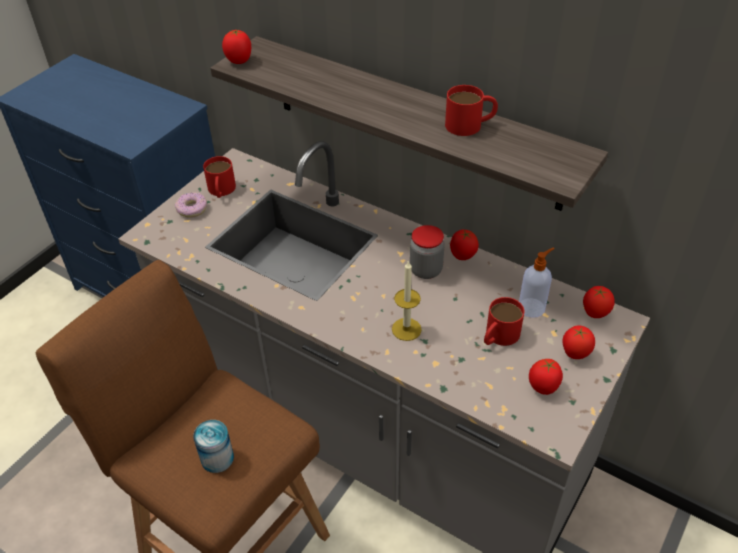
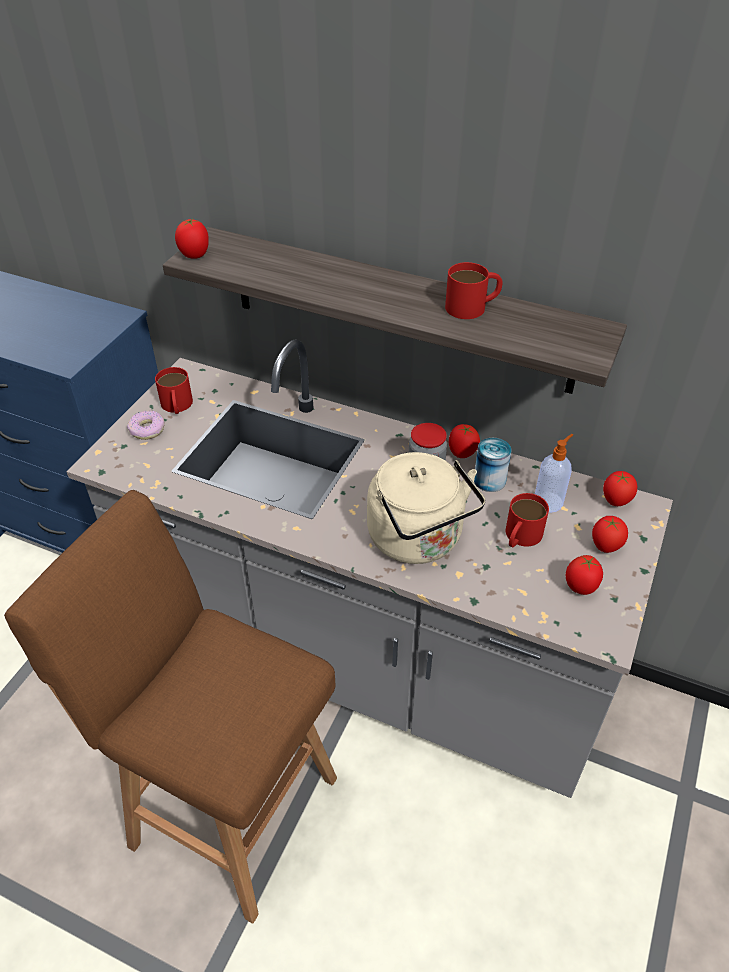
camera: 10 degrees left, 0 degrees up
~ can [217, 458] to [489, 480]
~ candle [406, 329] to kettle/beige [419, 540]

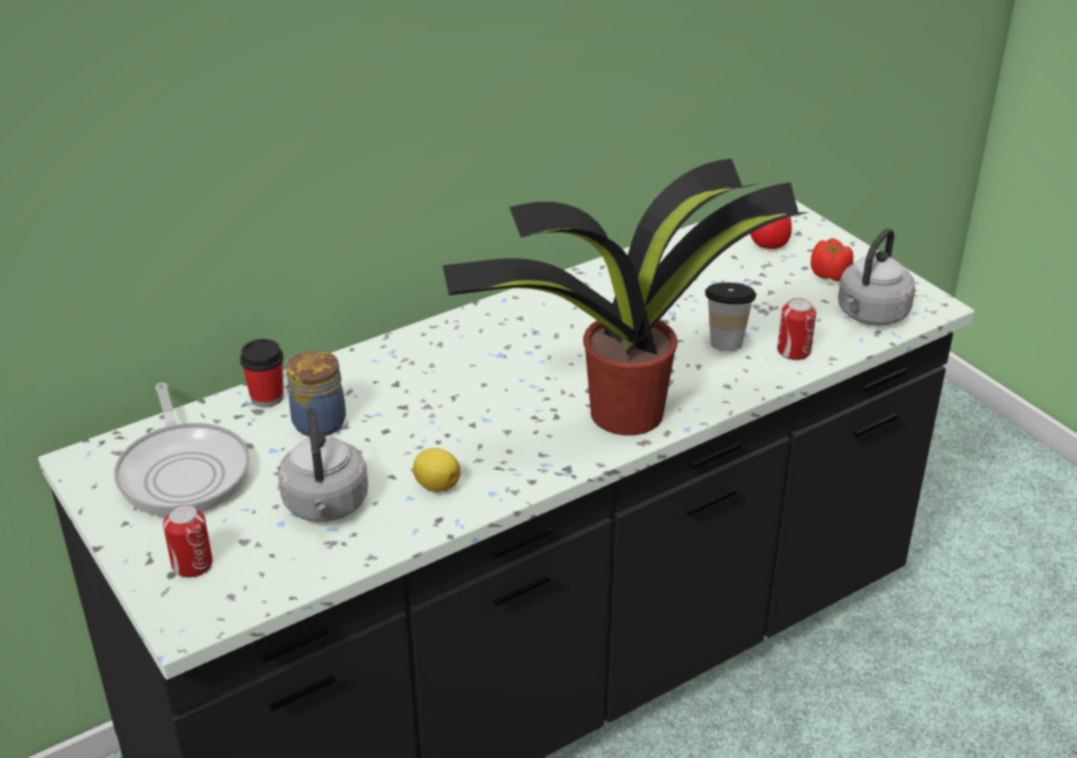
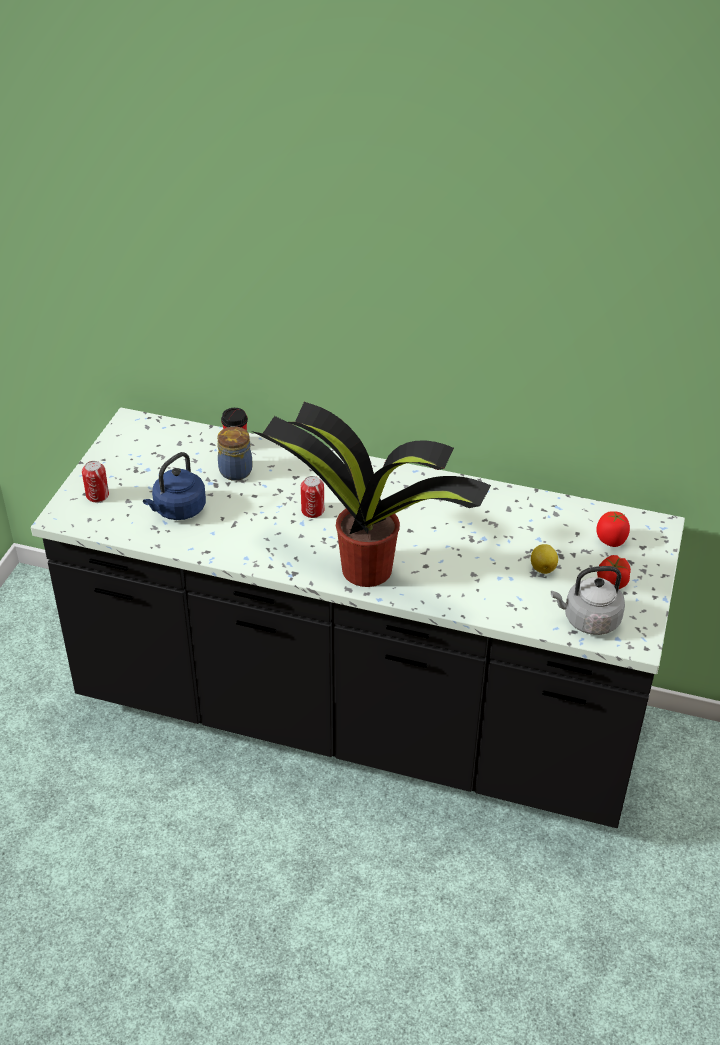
camera: 50 degrees right, 5 degrees up
- frying pan [184, 471]
- cup [726, 341]
~ lemon [436, 485] to [543, 568]
~ can [793, 351] to [312, 511]
~ kettle/grey [326, 506] to kettle/blue [178, 510]

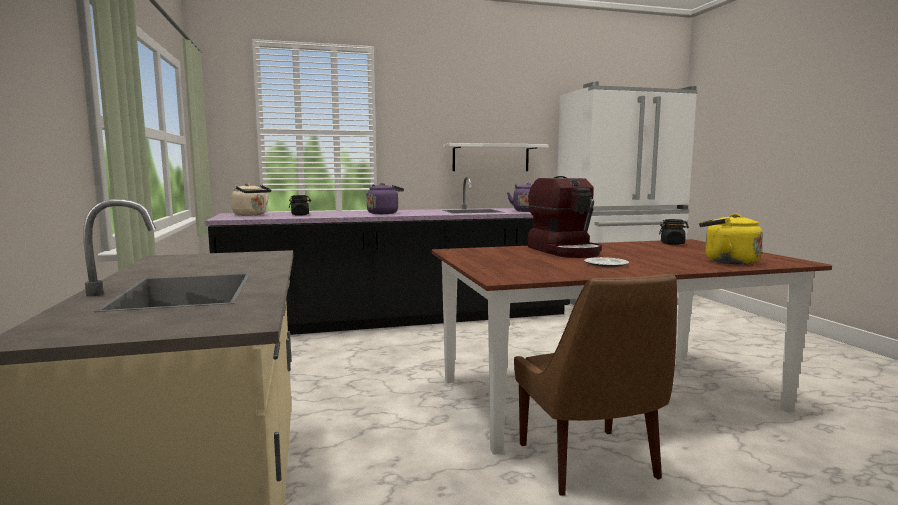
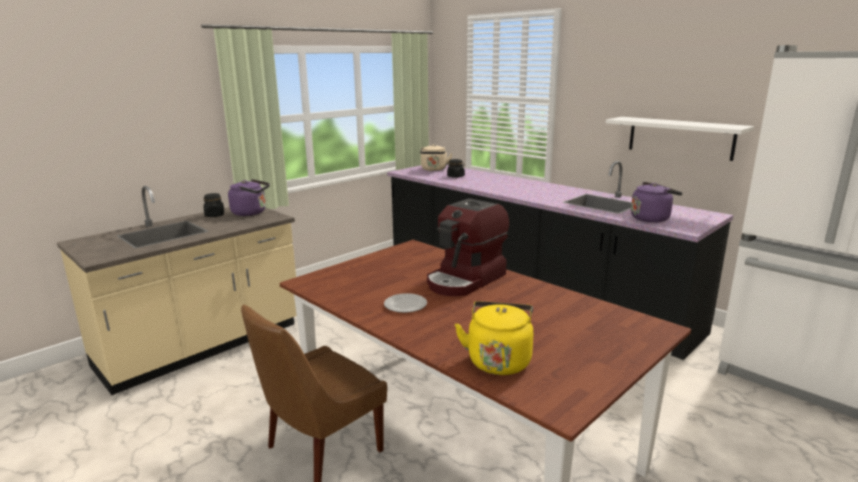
camera: 60 degrees right, 10 degrees up
~ kettle/purple [384, 213] to [251, 213]
~ jar/black [672, 244] to [215, 215]

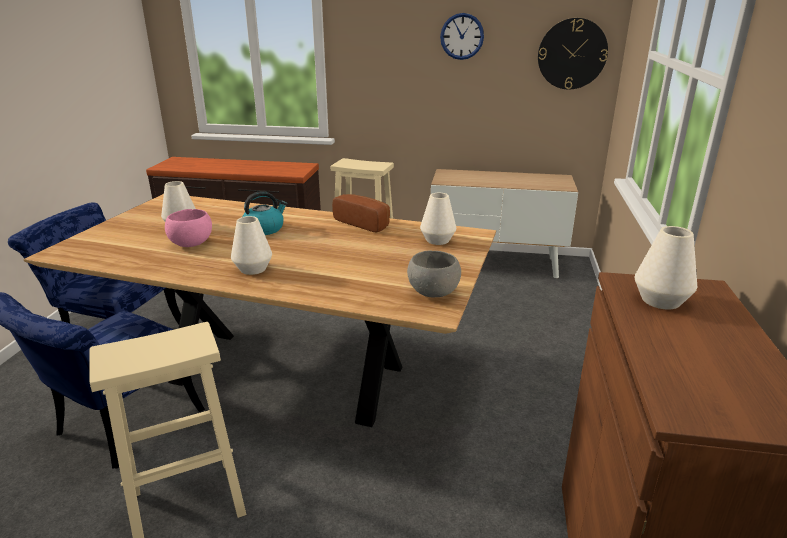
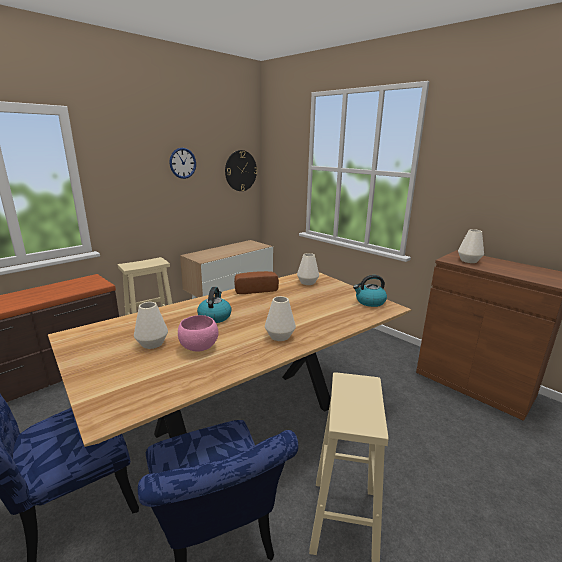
camera: 55 degrees left, 5 degrees down
~ bowl/grey [433, 293] to kettle [370, 302]

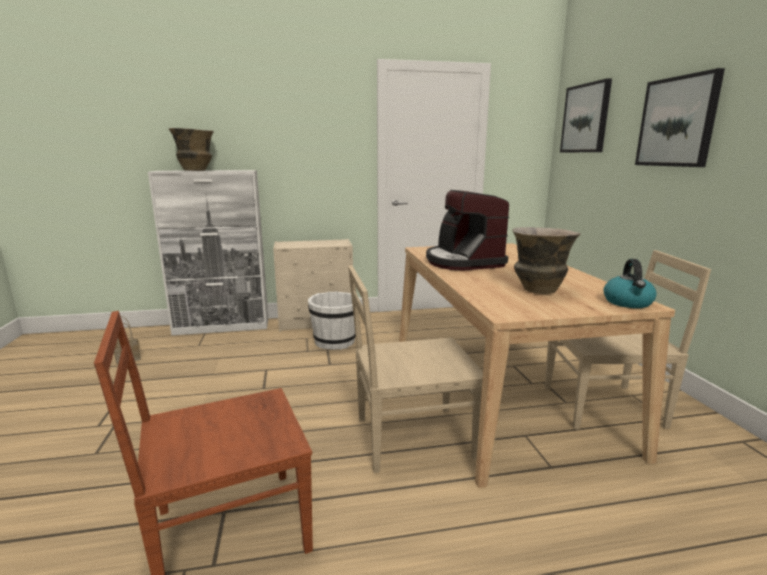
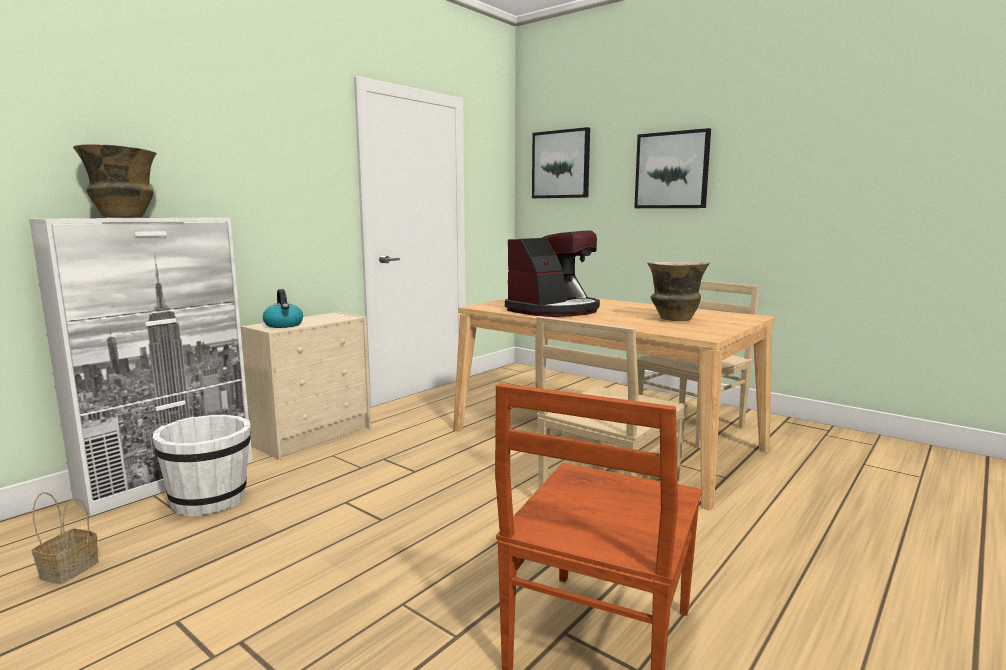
camera: 40 degrees left, 5 degrees down
~ bucket/white [335, 342] to [210, 500]
~ kettle [628, 302] to [284, 325]
~ coffee machine [463, 262] = [554, 310] 75 degrees counterclockwise

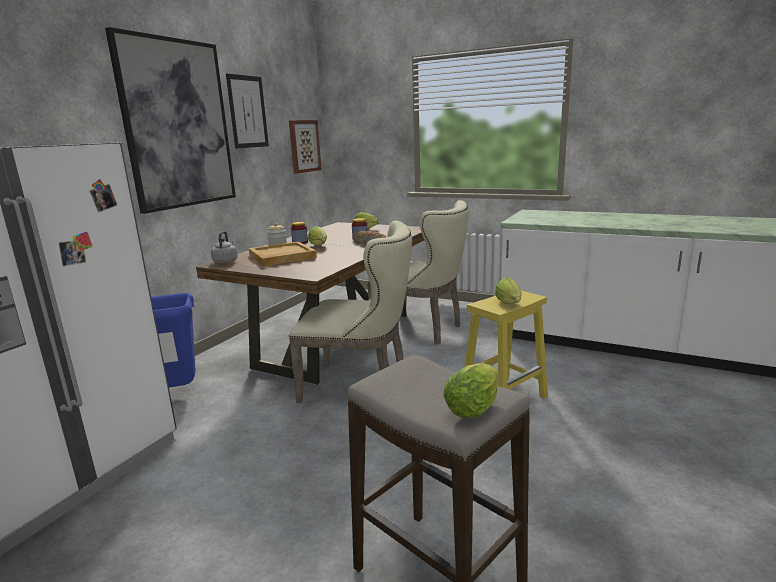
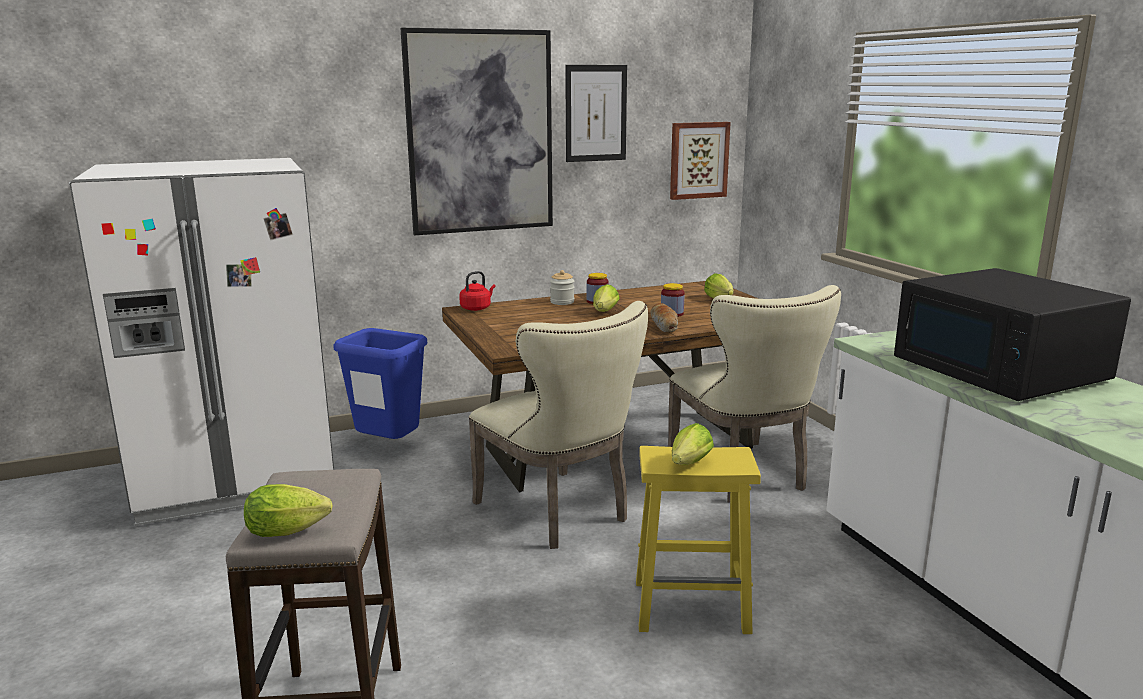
camera: 40 degrees right, 0 degrees up
- tray/beige [282, 256]
+ microwave/black [1000, 370]
~ kettle/grey [226, 261] to kettle/red [477, 308]

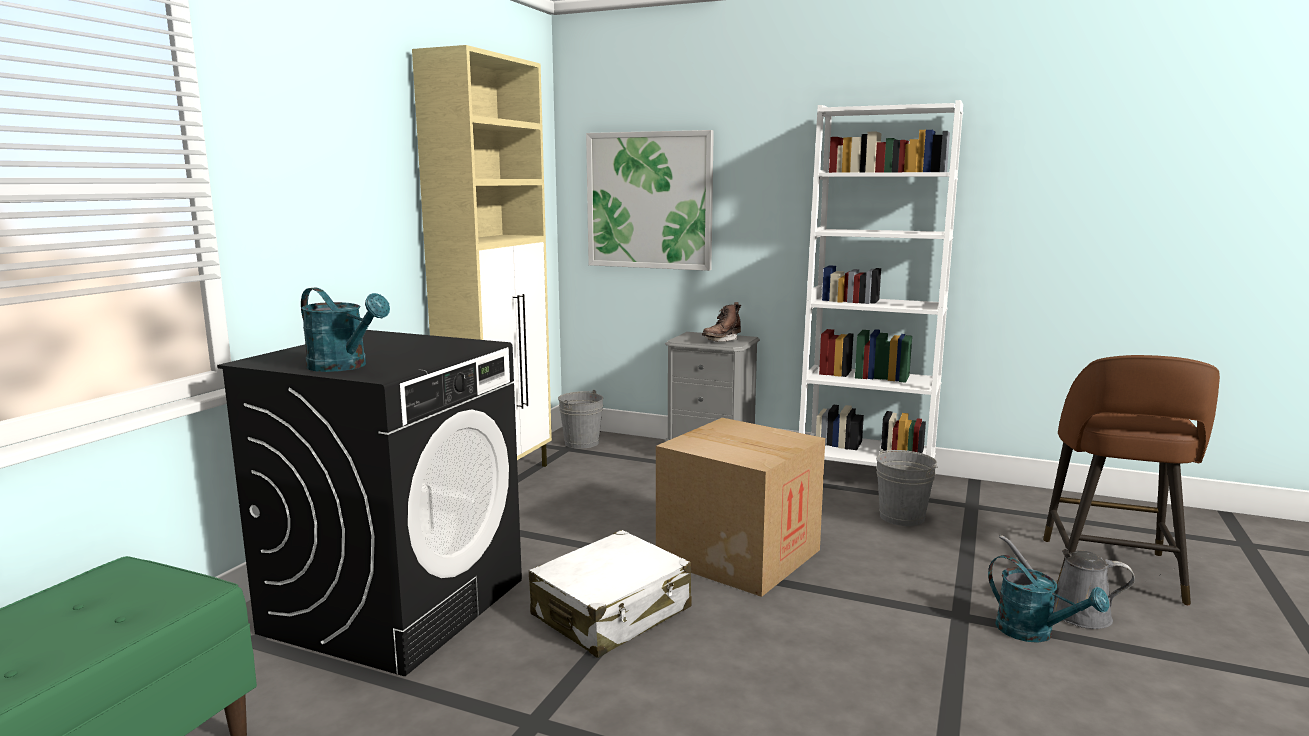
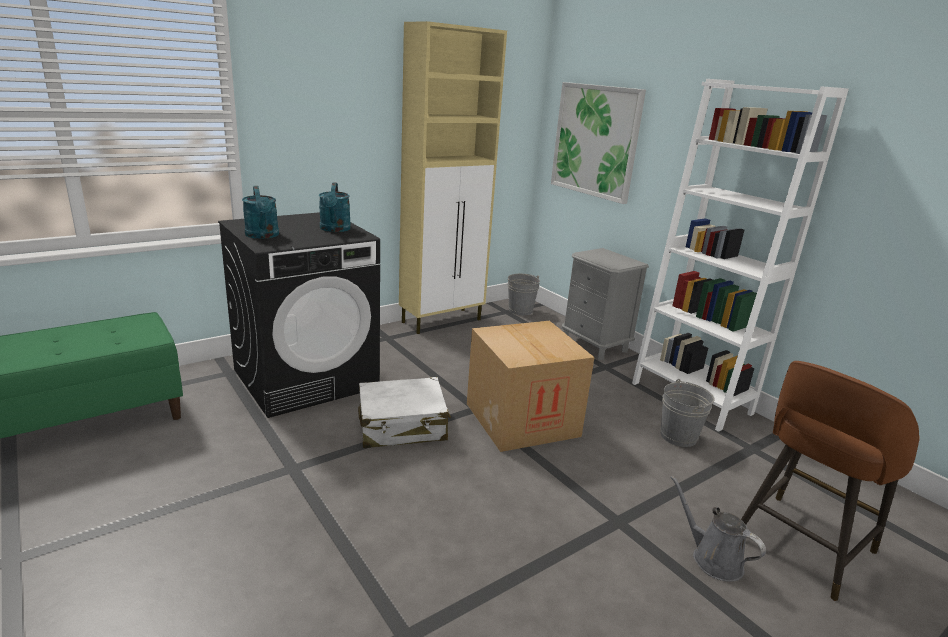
camera: 30 degrees right, 10 degrees up
- boot/brown [721, 340]
~ watering can/turquoise [1034, 633] to [335, 229]

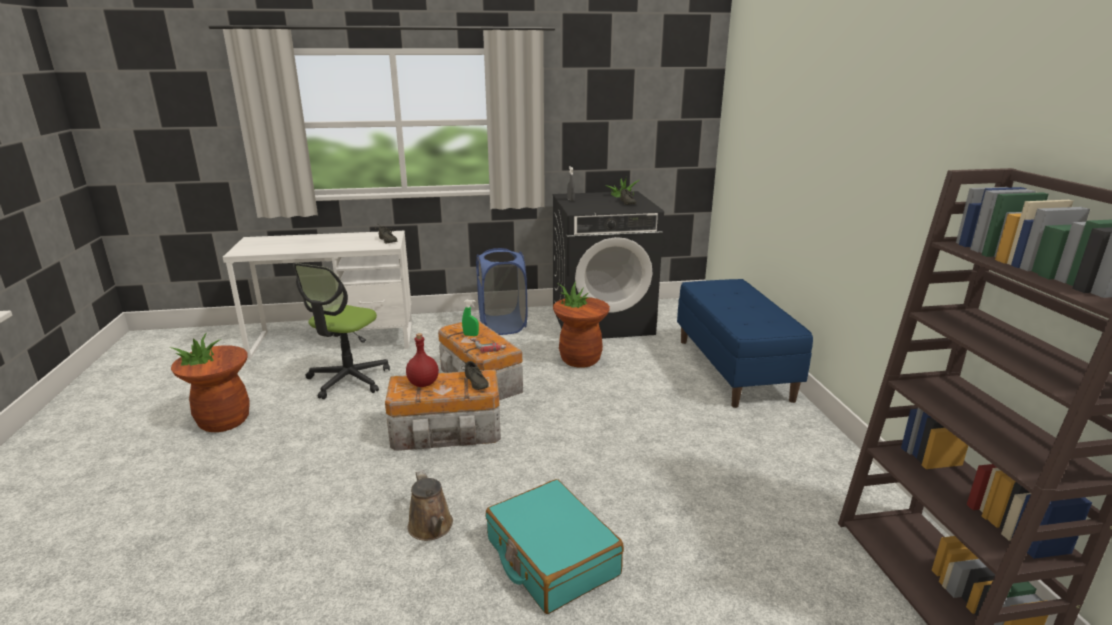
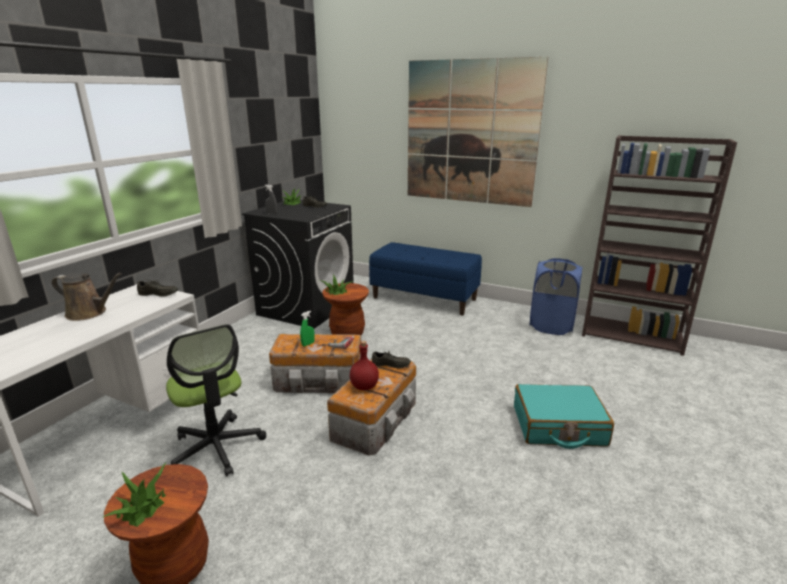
camera: 55 degrees left, 0 degrees up
+ picture [470, 133]
~ watering can/brown [432, 528] to [89, 313]
~ laundry basket/blue [503, 325] to [551, 326]

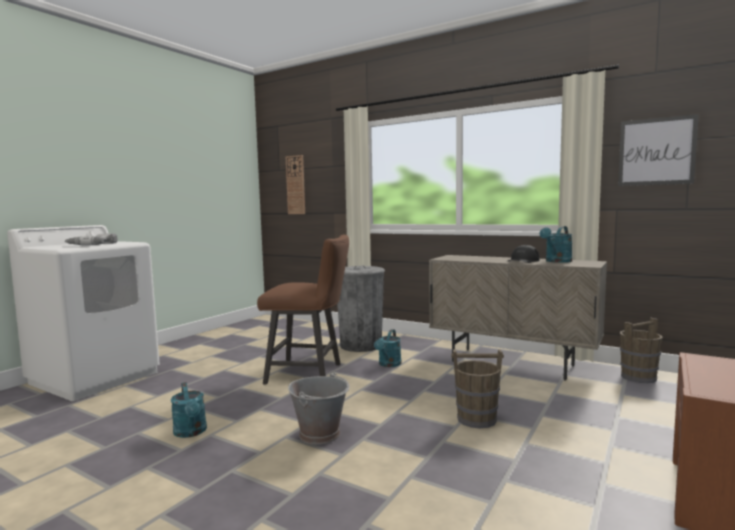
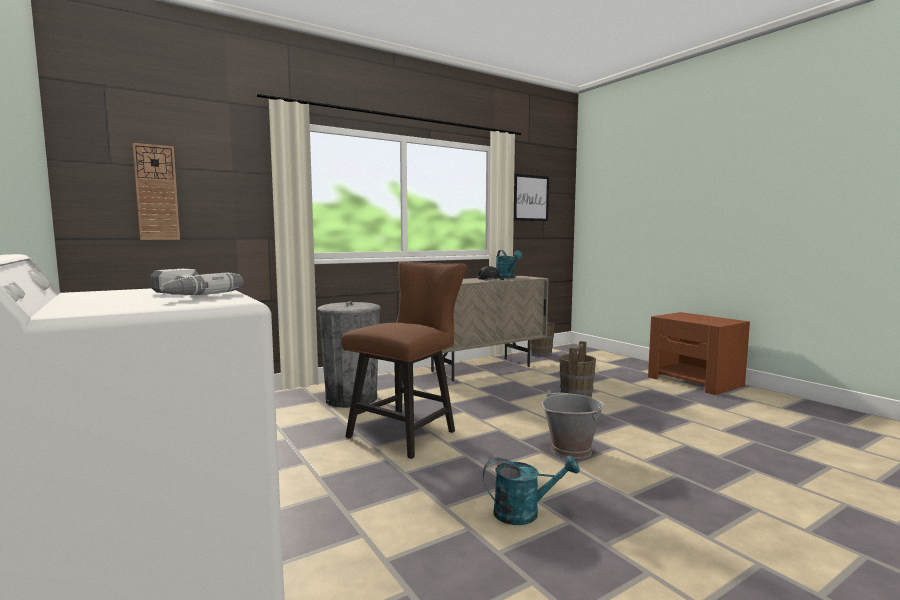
camera: 65 degrees left, 0 degrees up
- watering can/turquoise [388, 364]

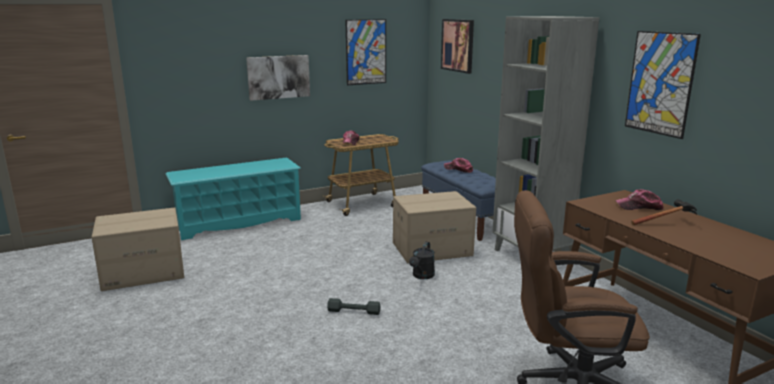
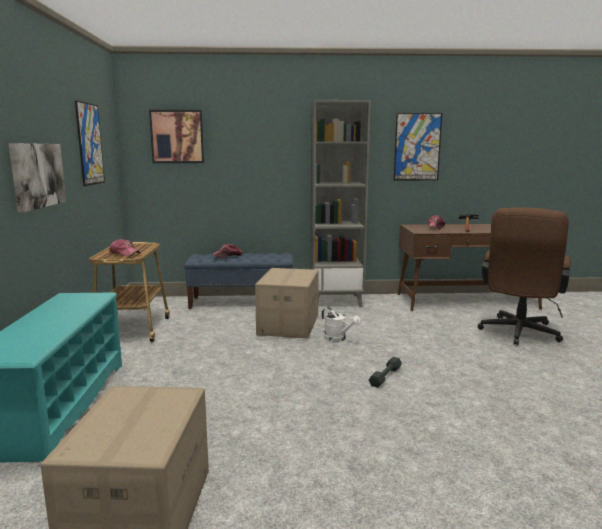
camera: 65 degrees left, 5 degrees down
~ watering can/black [422, 276] to watering can/white [338, 338]

